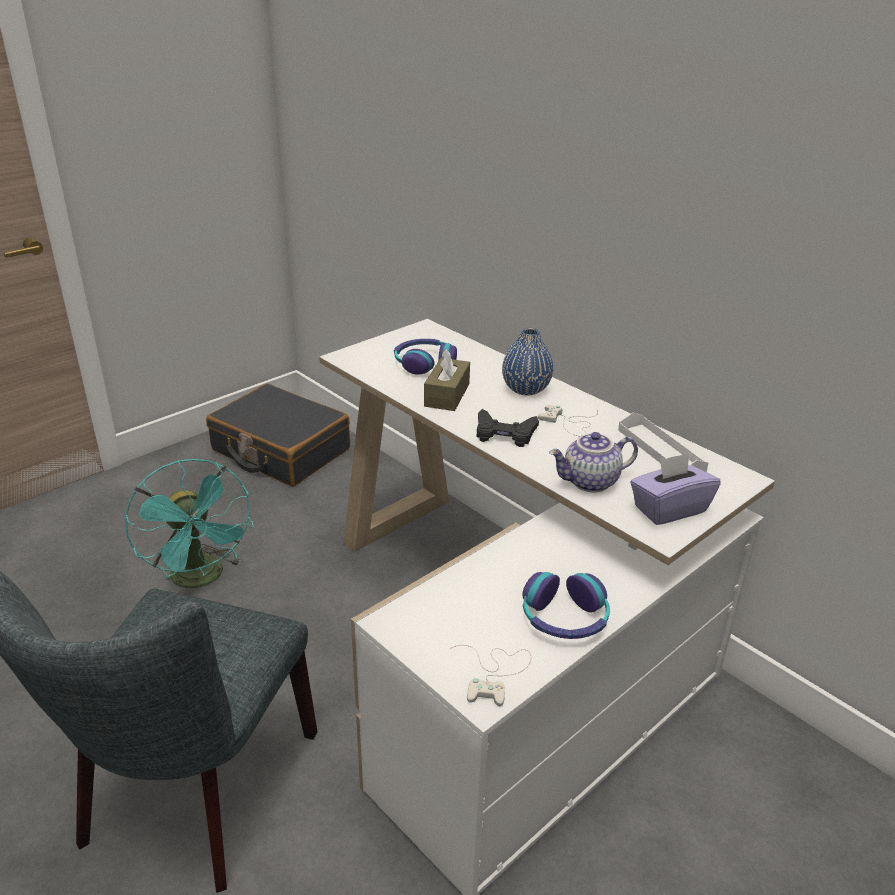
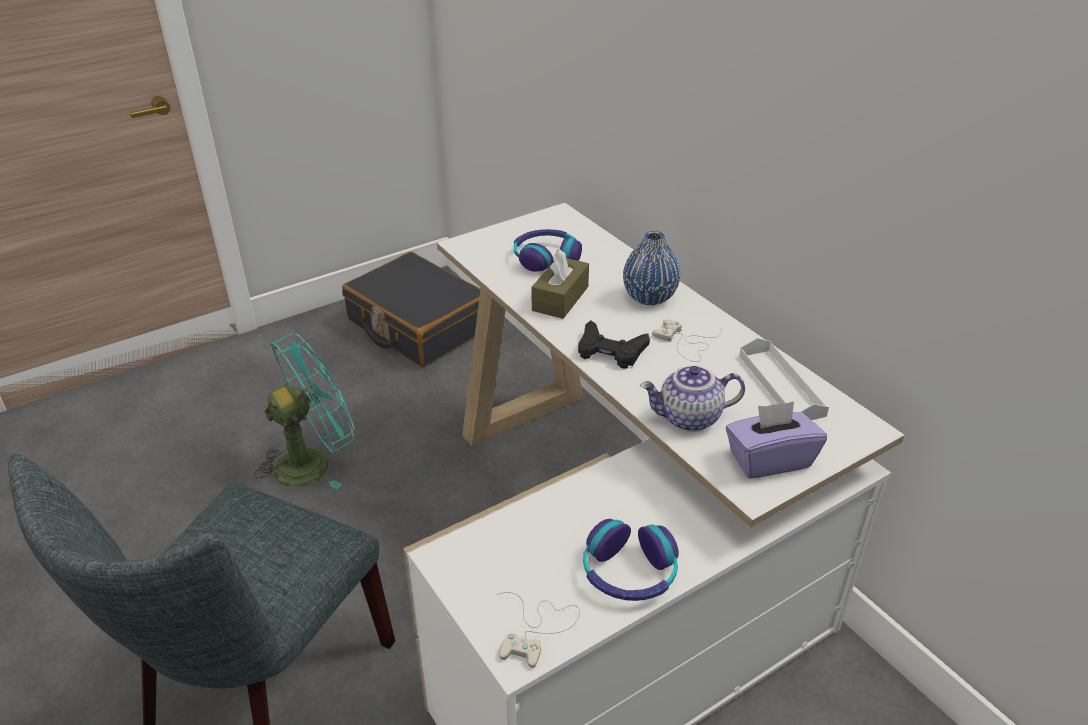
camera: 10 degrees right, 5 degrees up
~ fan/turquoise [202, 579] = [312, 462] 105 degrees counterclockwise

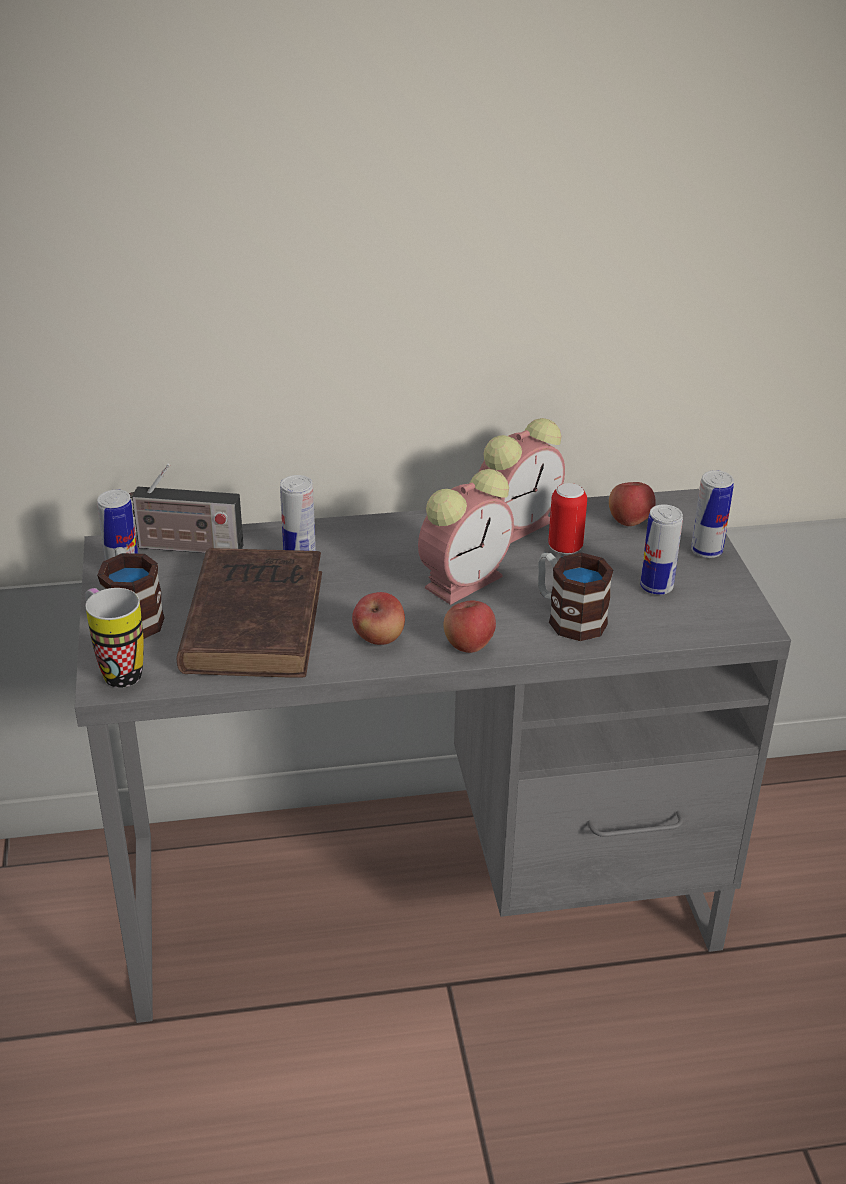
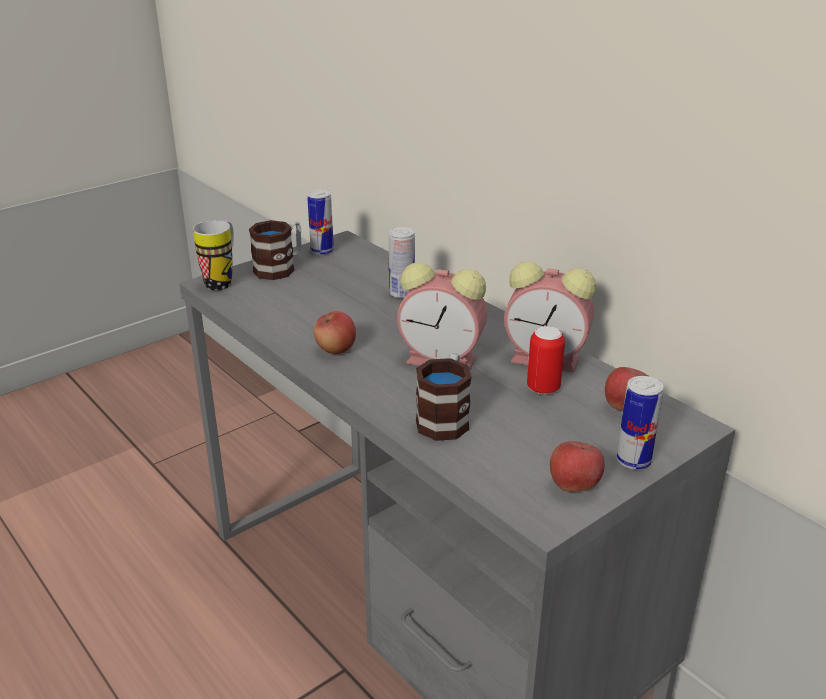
camera: 60 degrees right, 5 degrees down
- radio [185, 547]
- book/brown [254, 618]
- can [656, 587]
~ apple [469, 645] to [574, 486]

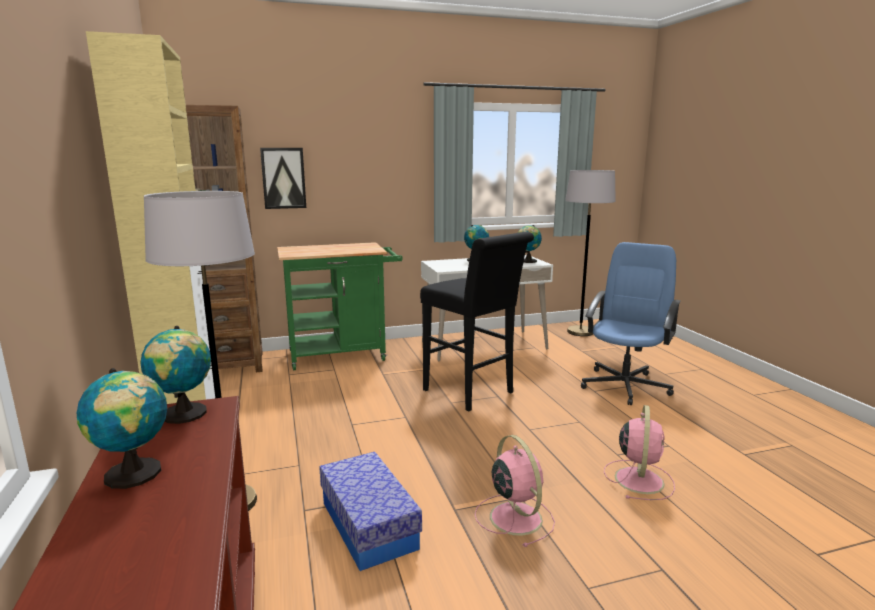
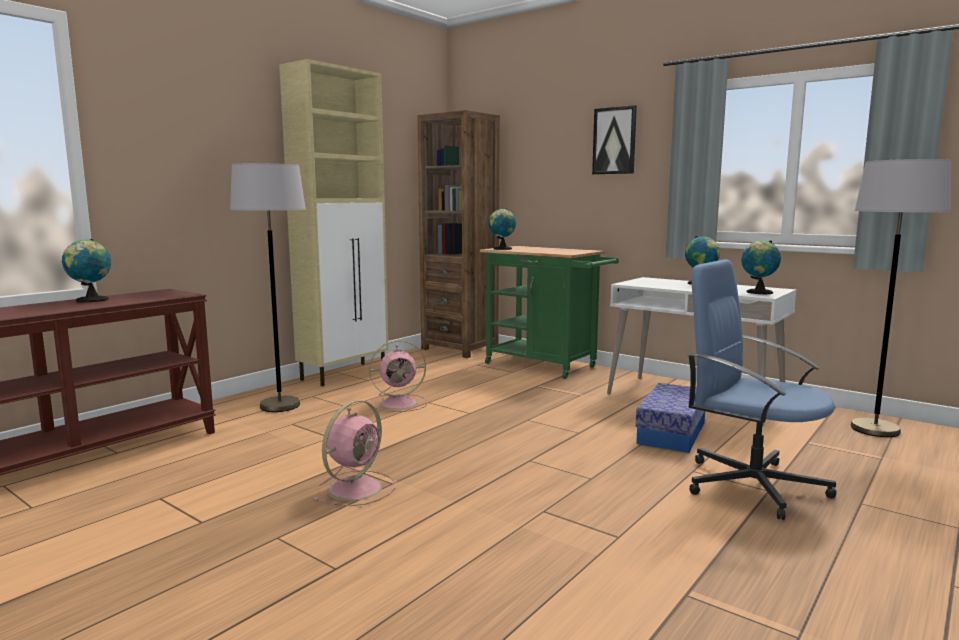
camera: 55 degrees right, 5 degrees down
- stool/black [472, 393]
~ globe [184, 415] to [501, 249]
~ picture [283, 178] to [614, 141]
~ storage box [368, 525] to [671, 433]
~ fan/pink [639, 479] to [400, 403]
~ office chair/blue [625, 385] = [751, 485] 135 degrees counterclockwise

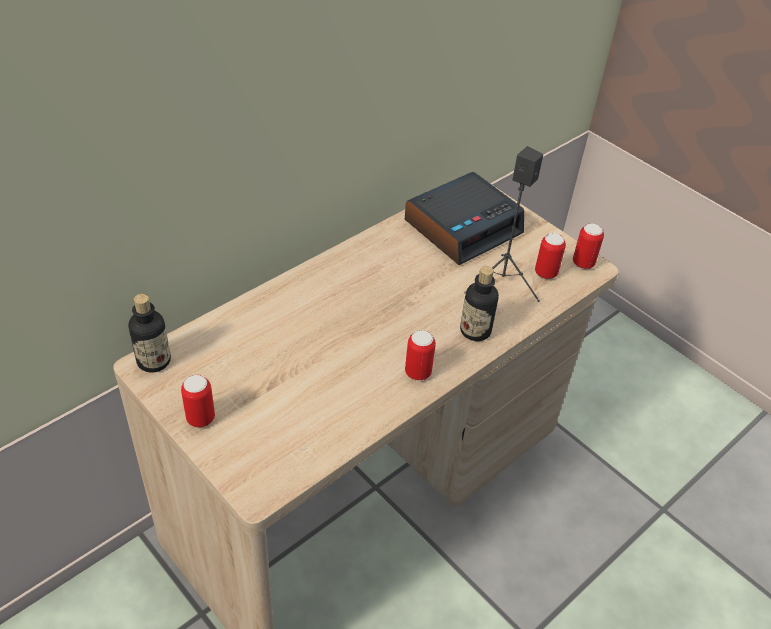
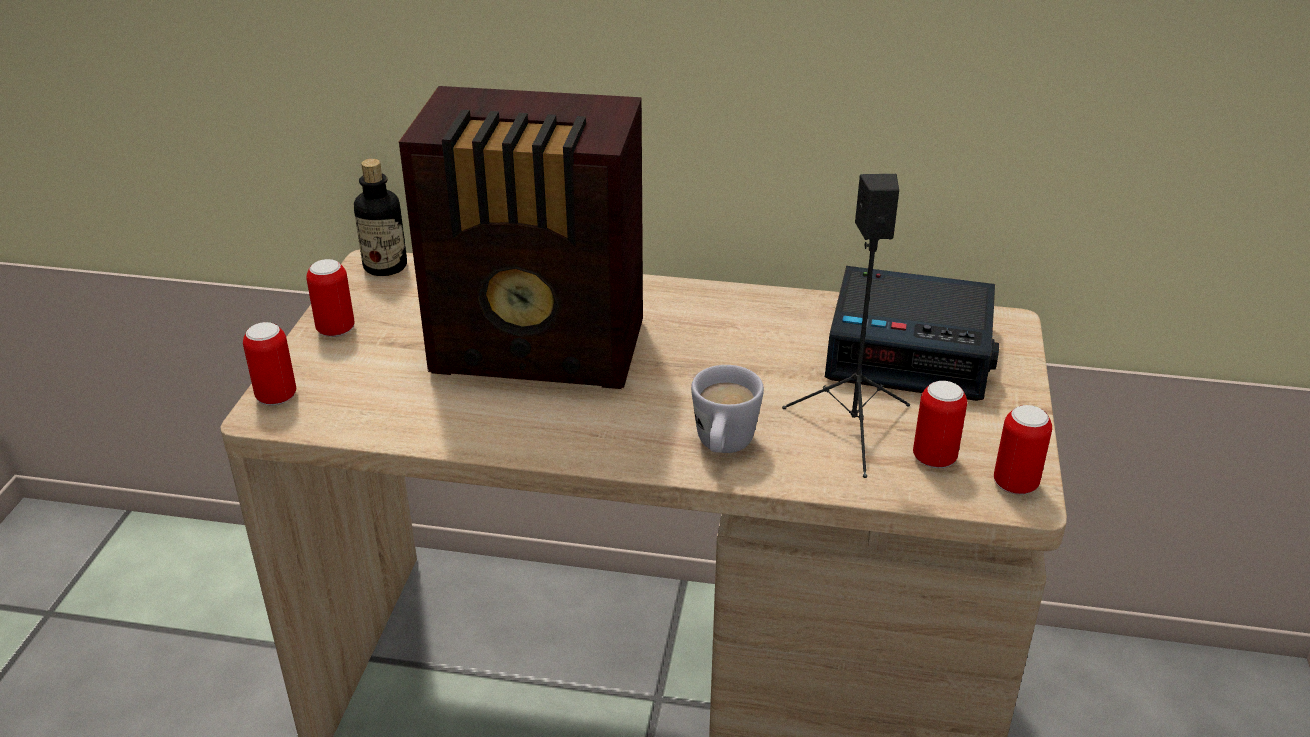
camera: 55 degrees right, 10 degrees down
+ radio [542, 350]
~ can [418, 373] to [276, 397]
~ bottle [475, 331] to mug/white [722, 448]

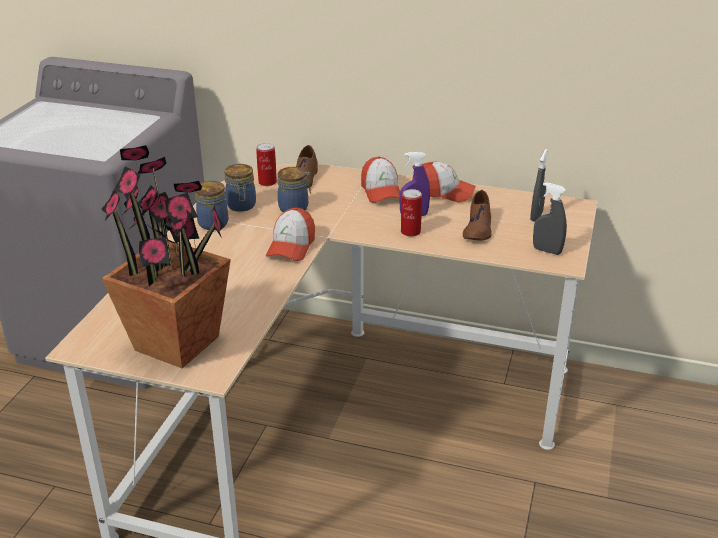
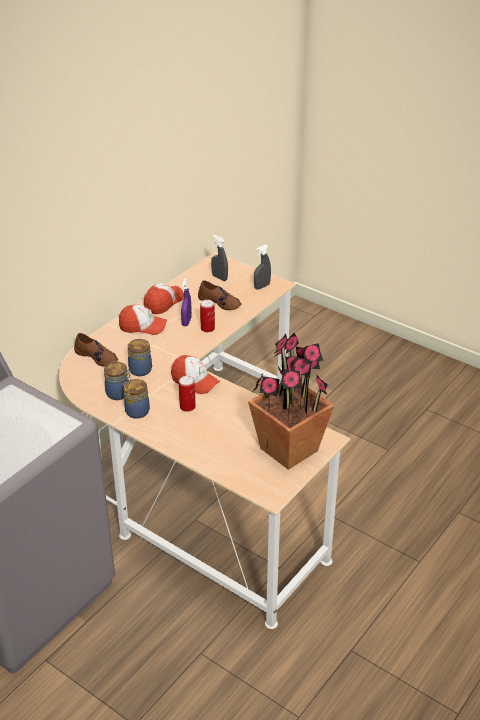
camera: 70 degrees left, 5 degrees up
~ can [267, 182] to [187, 407]

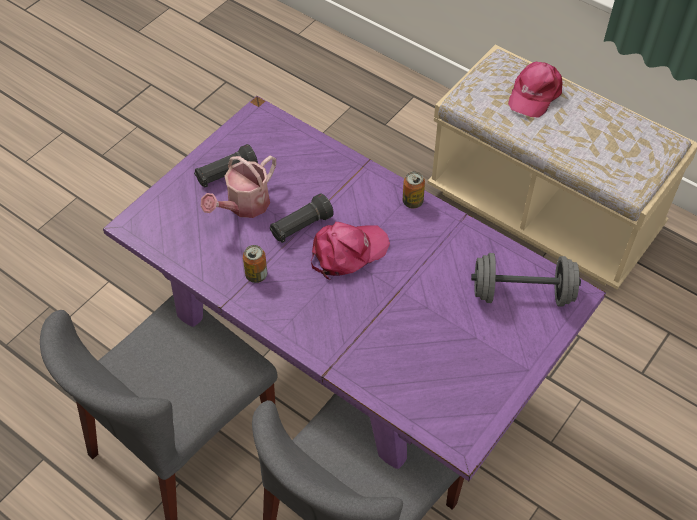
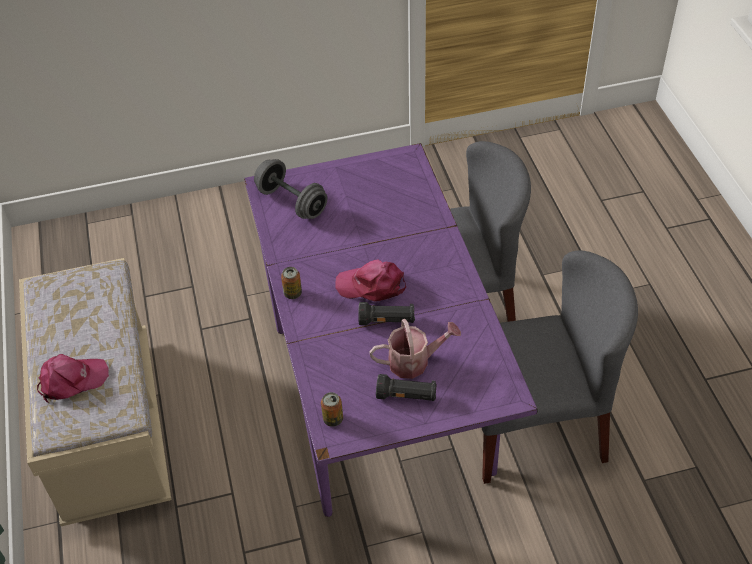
camera: 140 degrees left, 5 degrees down
~ can [256, 275] to [333, 419]

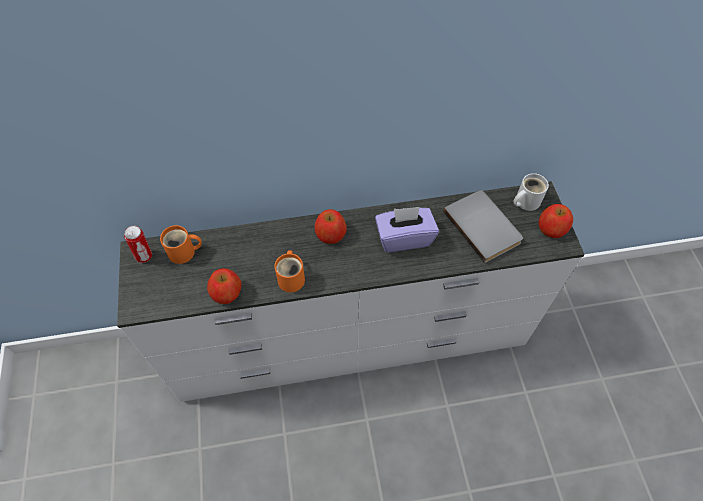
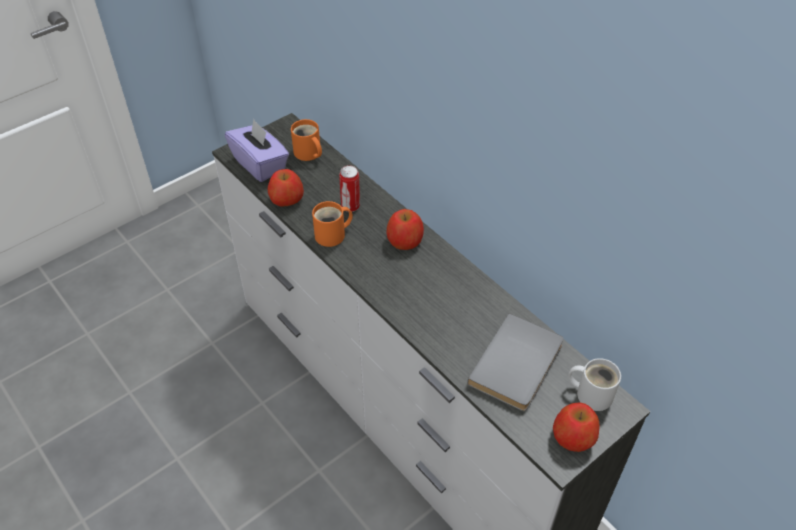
camera: 60 degrees right, 10 degrees down
~ can [145, 256] to [350, 207]
~ tissue box/purple [404, 238] to [260, 164]

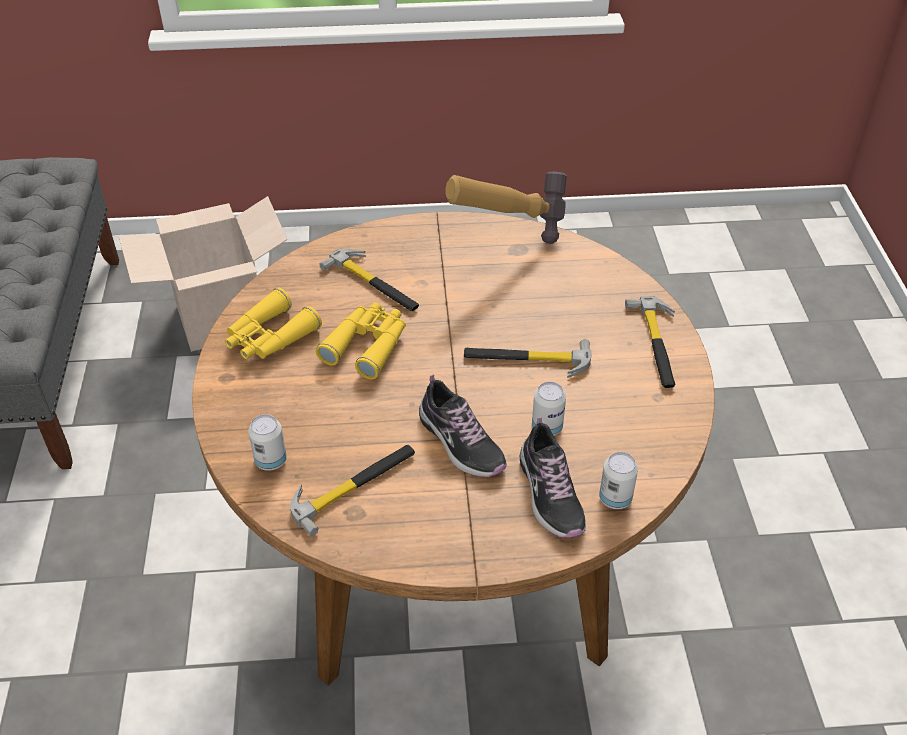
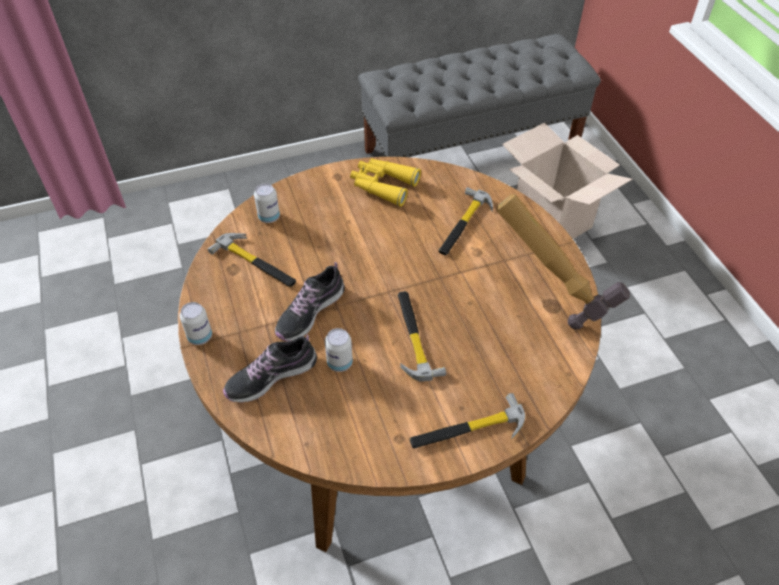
camera: 75 degrees right, 5 degrees up
- binoculars/yellow [367, 345]
~ can [615, 499] to [200, 337]

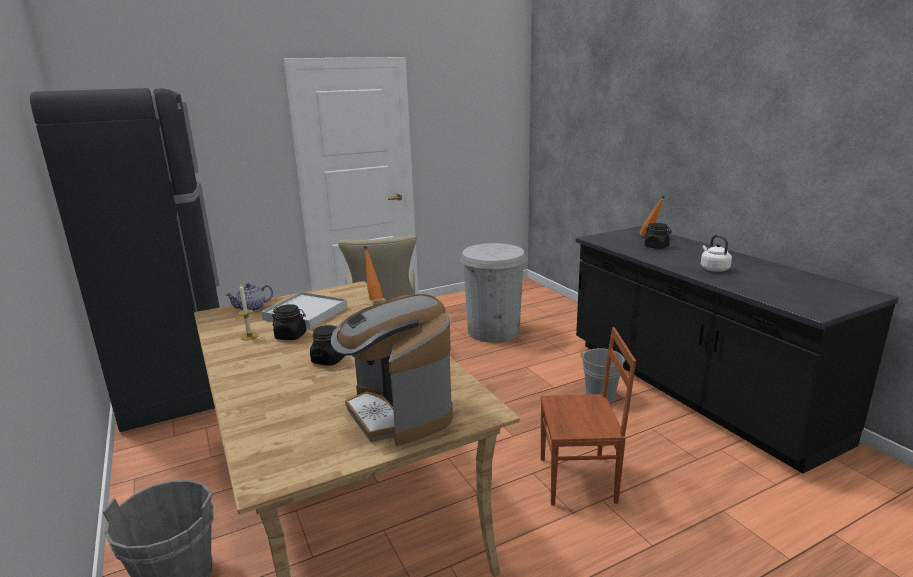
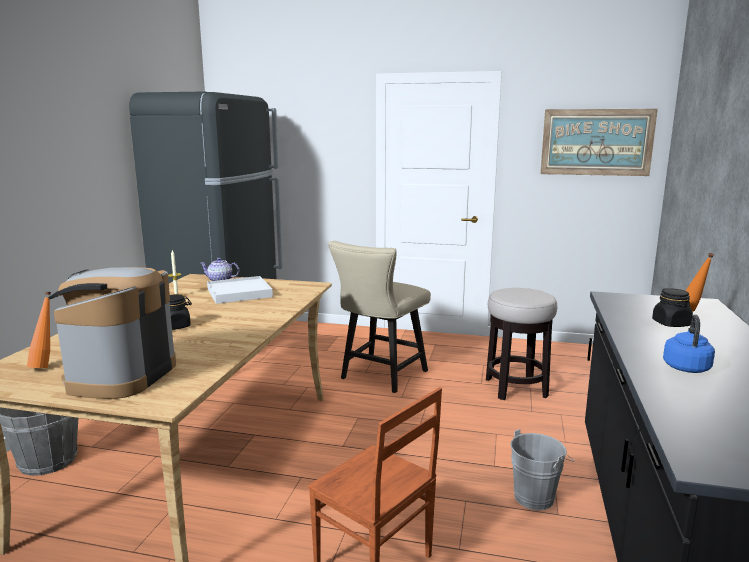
camera: 40 degrees right, 5 degrees down
- jar/black [291, 336]
+ picture [596, 142]
~ bottle/orange [373, 299] to [46, 366]
~ trash can/white [493, 331] to stool [516, 388]
~ kettle/white [713, 269] to kettle/blue [686, 367]

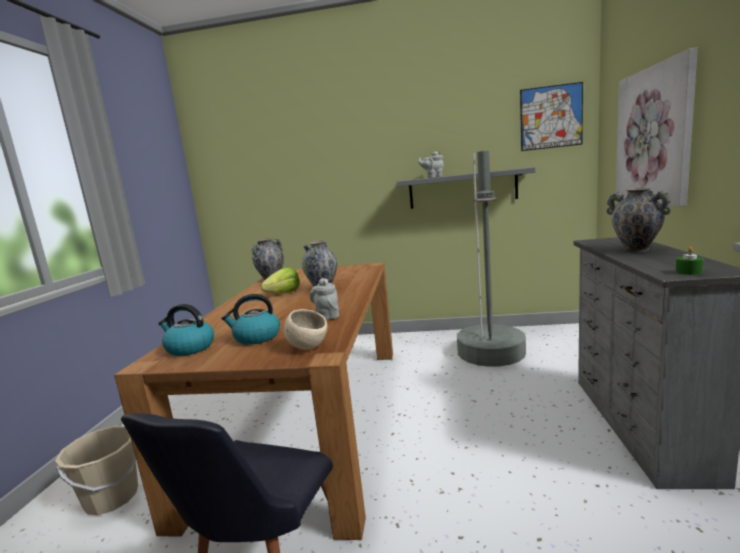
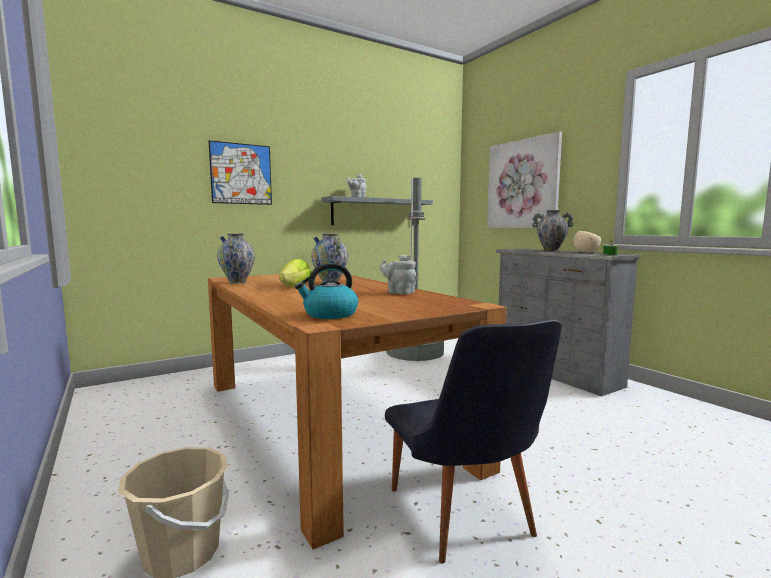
camera: 40 degrees left, 5 degrees down
- kettle [256, 337]
~ bowl/beige [308, 347] to [585, 252]
~ picture [551, 117] to [241, 174]

